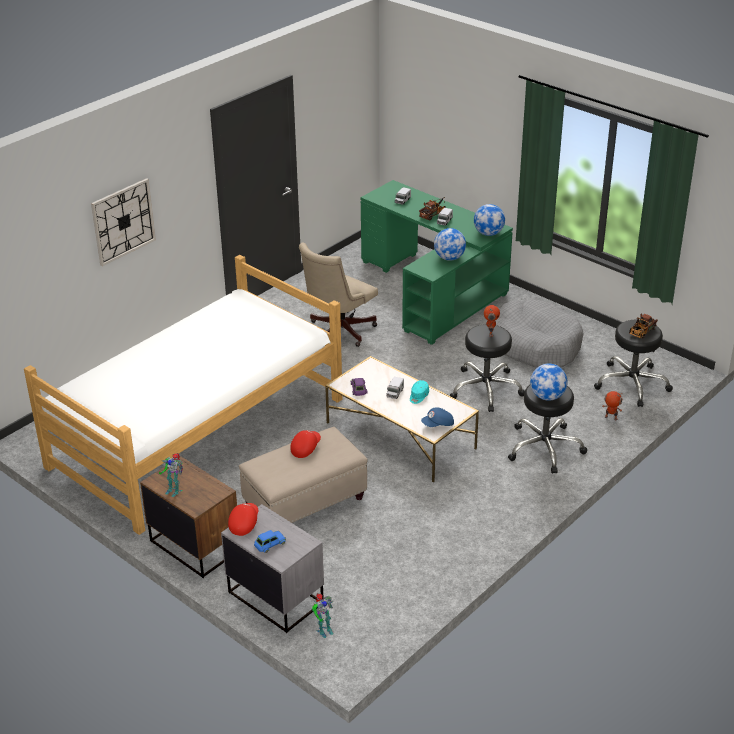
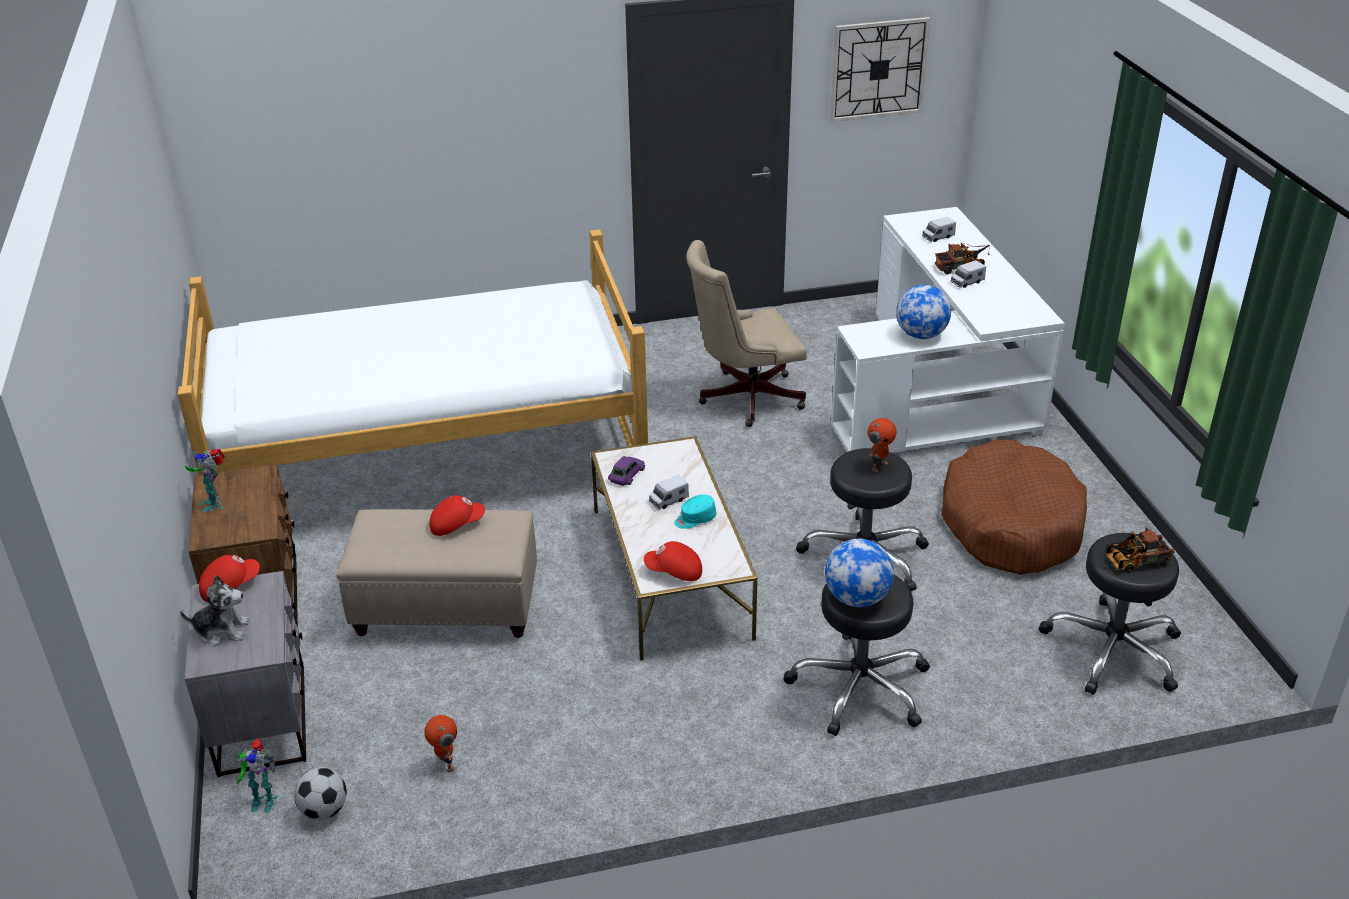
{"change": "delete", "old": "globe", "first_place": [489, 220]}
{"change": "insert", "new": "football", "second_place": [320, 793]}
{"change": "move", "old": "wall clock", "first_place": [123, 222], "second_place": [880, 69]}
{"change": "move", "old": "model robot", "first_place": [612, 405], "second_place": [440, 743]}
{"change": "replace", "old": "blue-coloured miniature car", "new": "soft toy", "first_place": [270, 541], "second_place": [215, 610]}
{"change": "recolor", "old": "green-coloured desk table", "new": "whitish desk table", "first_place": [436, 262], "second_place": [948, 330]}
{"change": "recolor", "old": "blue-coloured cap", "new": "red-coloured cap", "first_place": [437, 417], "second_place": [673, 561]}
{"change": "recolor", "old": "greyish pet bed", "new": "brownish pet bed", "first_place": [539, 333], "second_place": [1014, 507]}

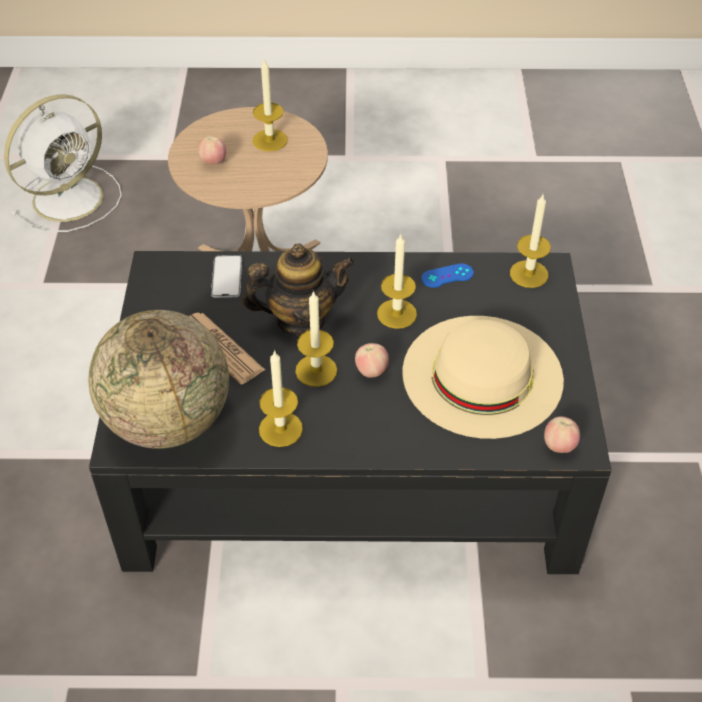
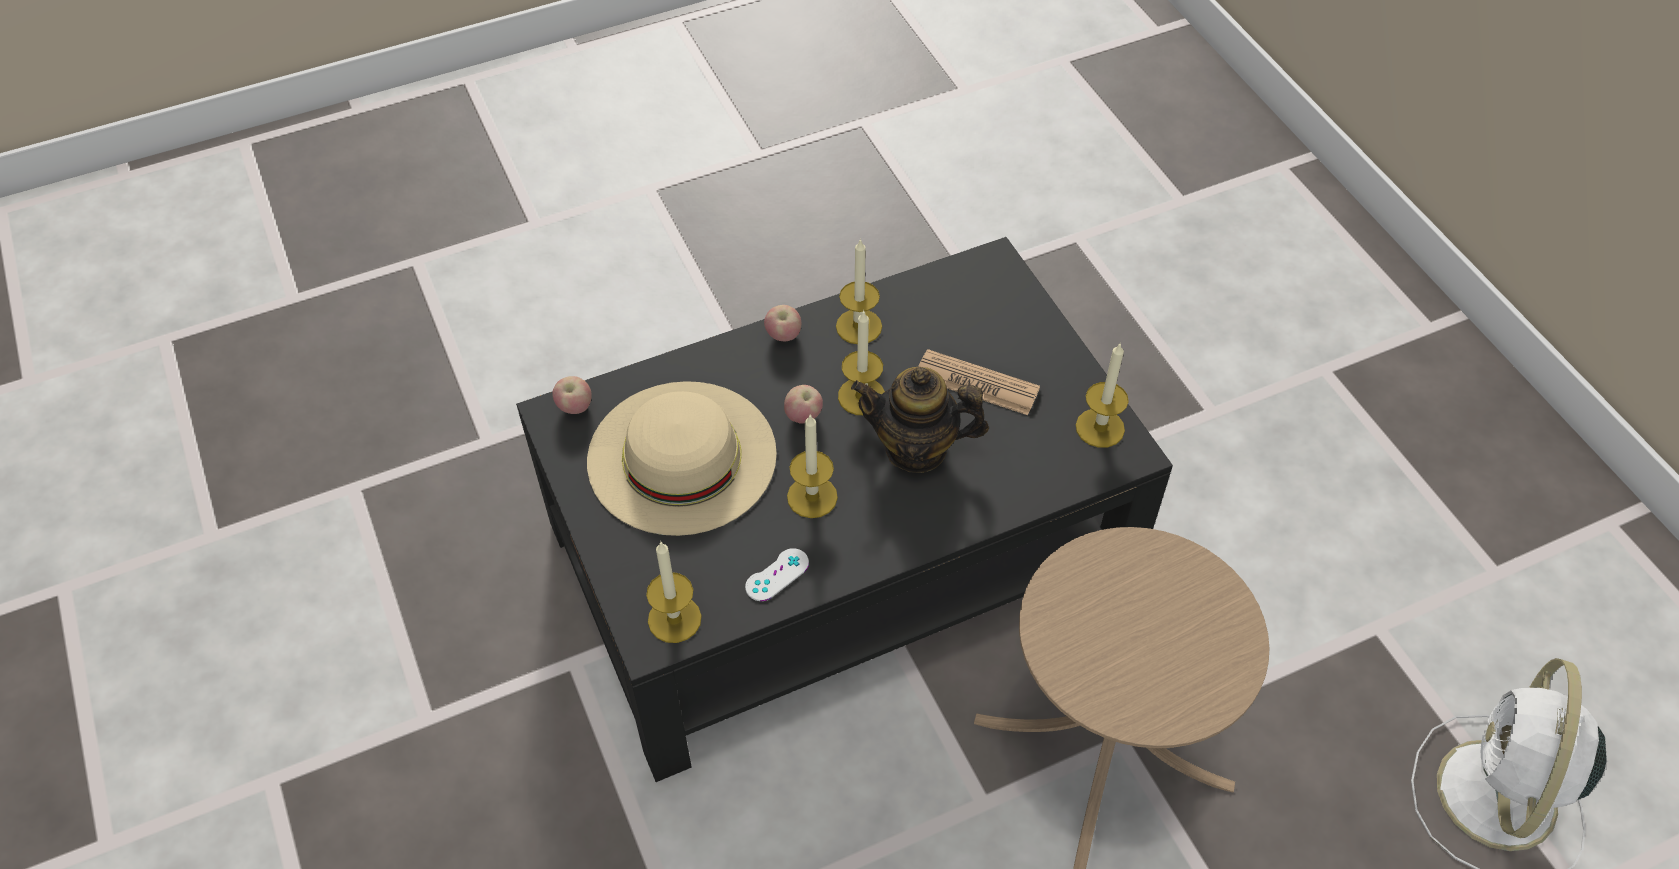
{"change": "delete", "old": "globe", "first_place": [159, 379]}
{"change": "delete", "old": "telephone", "first_place": [226, 276]}
{"change": "move", "old": "whole apple", "first_place": [212, 150], "second_place": [782, 323]}
{"change": "move", "old": "wax light", "first_place": [270, 104], "second_place": [1102, 395]}
{"change": "recolor", "old": "blue-coloured game controller", "new": "whitish game controller", "first_place": [447, 275], "second_place": [777, 574]}
{"change": "rotate", "old": "pot for tea", "first_place": [299, 290], "second_place": [920, 420], "degrees": 45}

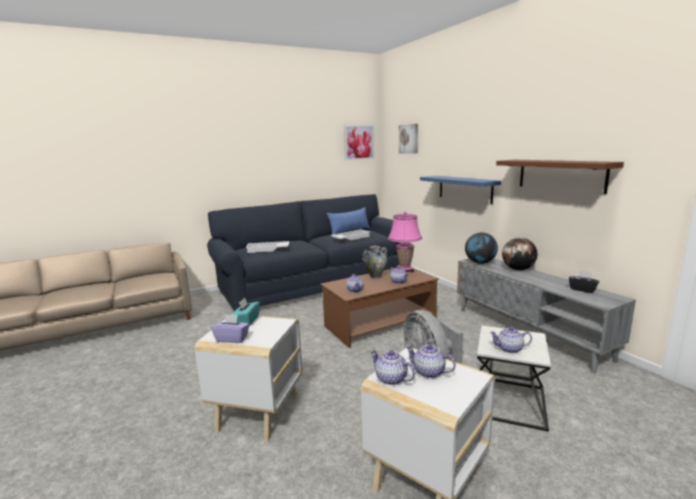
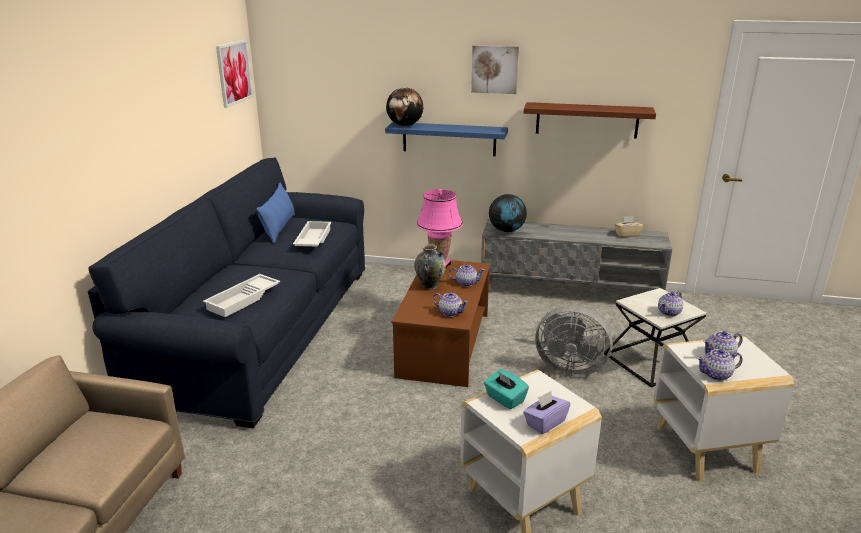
{"change": "move", "old": "wall picture", "first_place": [408, 139], "second_place": [495, 69]}
{"change": "move", "old": "globe", "first_place": [519, 253], "second_place": [404, 106]}
{"change": "recolor", "old": "black tissue holder", "new": "beige tissue holder", "first_place": [584, 281], "second_place": [628, 226]}

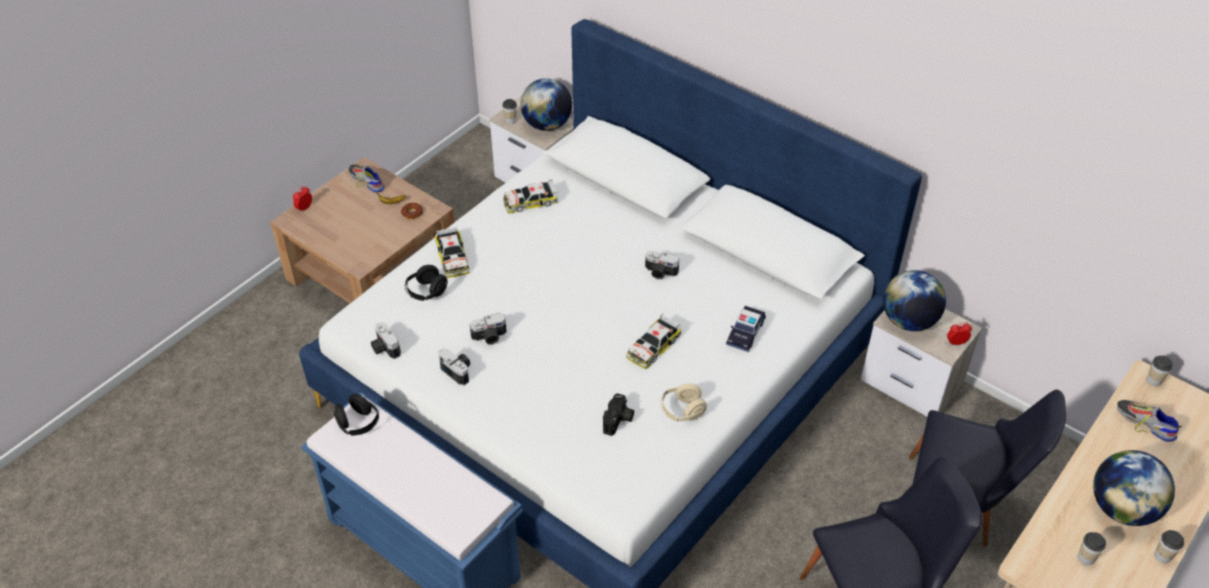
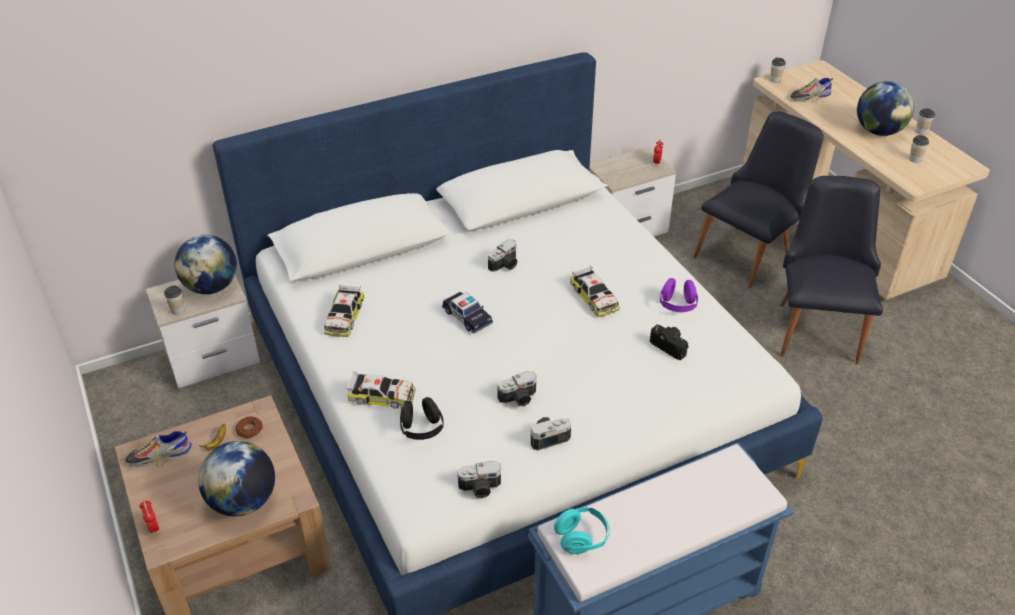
{"change": "move", "old": "miniature car", "first_place": [746, 329], "second_place": [467, 313]}
{"change": "move", "old": "globe", "first_place": [914, 300], "second_place": [236, 478]}
{"change": "recolor", "old": "black headset", "new": "turquoise-coloured headset", "first_place": [356, 415], "second_place": [582, 530]}
{"change": "recolor", "old": "beige headset", "new": "purple-coloured headset", "first_place": [683, 402], "second_place": [679, 295]}
{"change": "rotate", "old": "still camera", "first_place": [488, 329], "second_place": [517, 388], "degrees": 60}

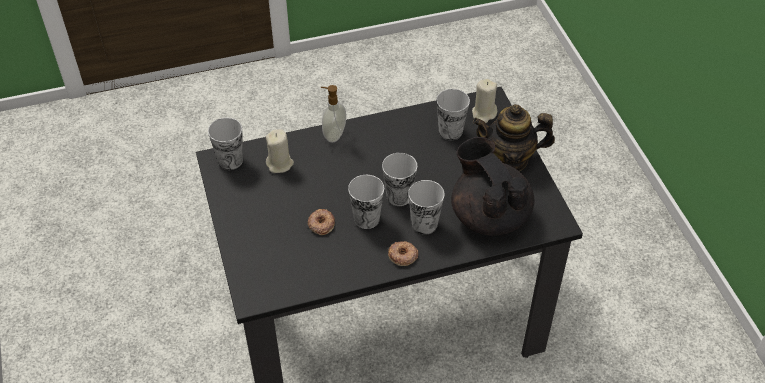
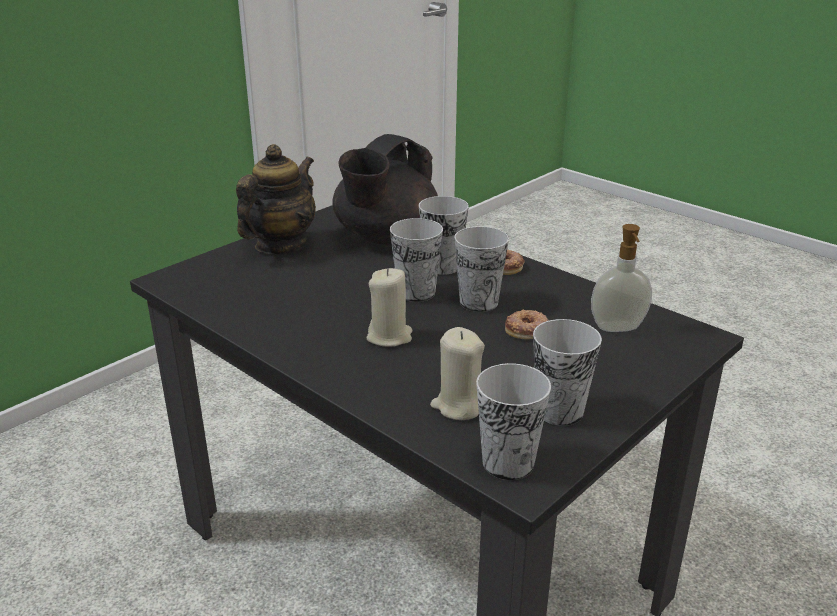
{"change": "move", "old": "soap bottle", "first_place": [333, 113], "second_place": [621, 278]}
{"change": "move", "old": "small cup", "first_place": [453, 114], "second_place": [567, 372]}
{"change": "move", "old": "beige wax light", "first_place": [484, 101], "second_place": [389, 307]}
{"change": "rotate", "old": "pot for tea", "first_place": [514, 137], "second_place": [276, 199], "degrees": -120}

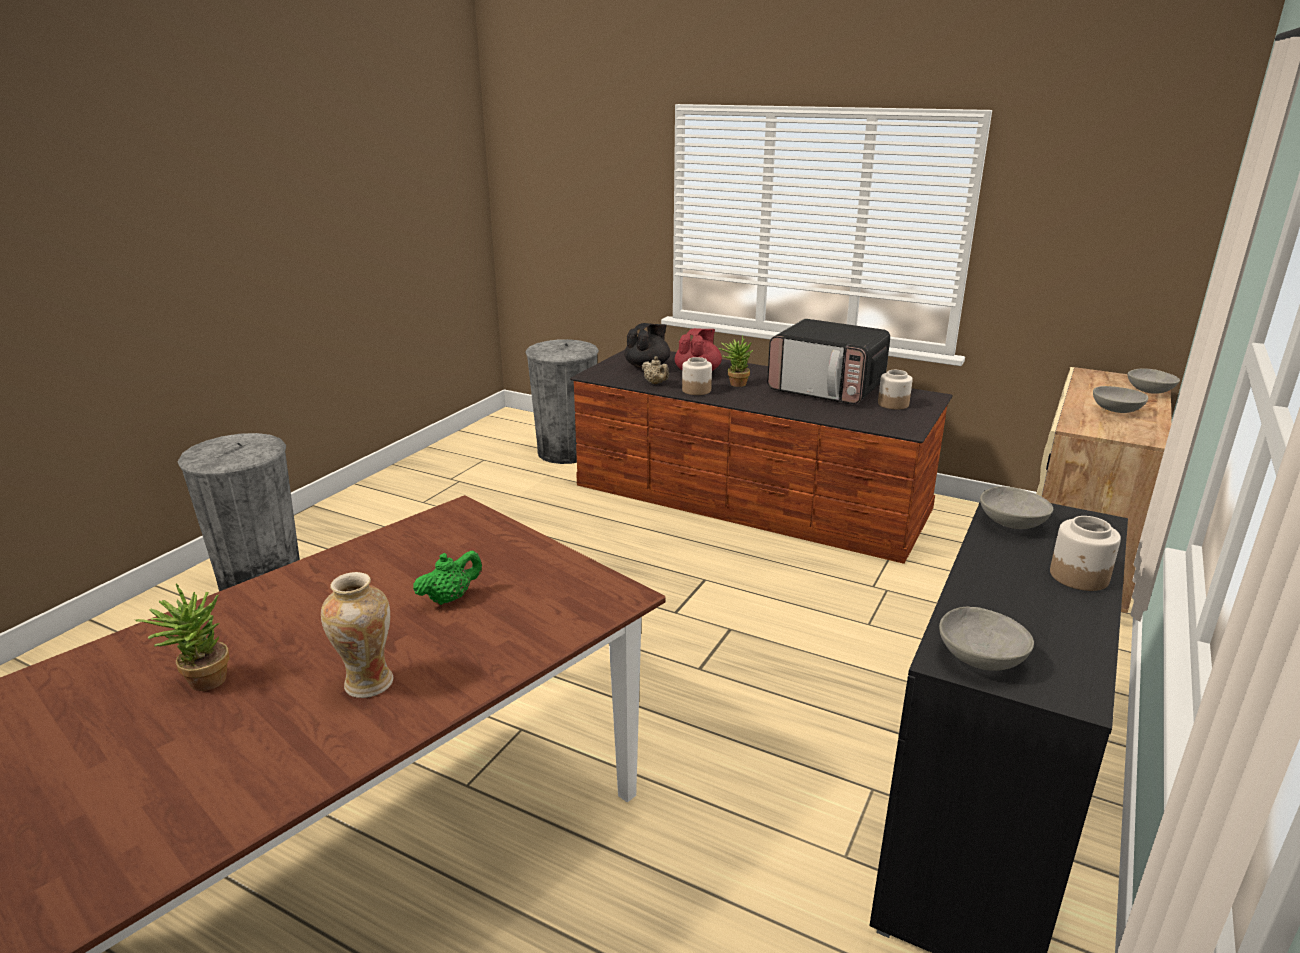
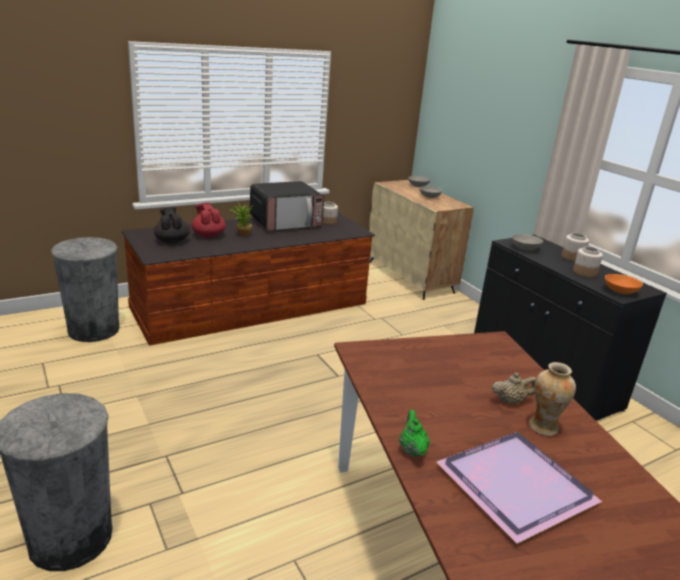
{"change": "move", "old": "green-coloured pot for tea", "first_place": [447, 577], "second_place": [414, 433]}
{"change": "move", "old": "beige pot for tea", "first_place": [655, 370], "second_place": [514, 388]}
{"change": "move", "old": "preserve jar", "first_place": [697, 376], "second_place": [588, 261]}
{"change": "replace", "old": "plant in a pot", "new": "purple-coloured tray", "first_place": [182, 637], "second_place": [519, 488]}
{"change": "recolor", "old": "greyish bowl", "new": "orange-coloured bowl", "first_place": [986, 639], "second_place": [624, 284]}

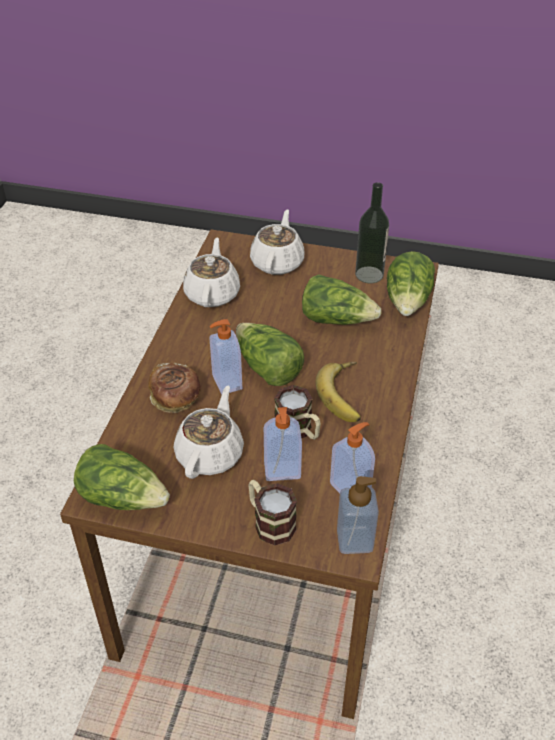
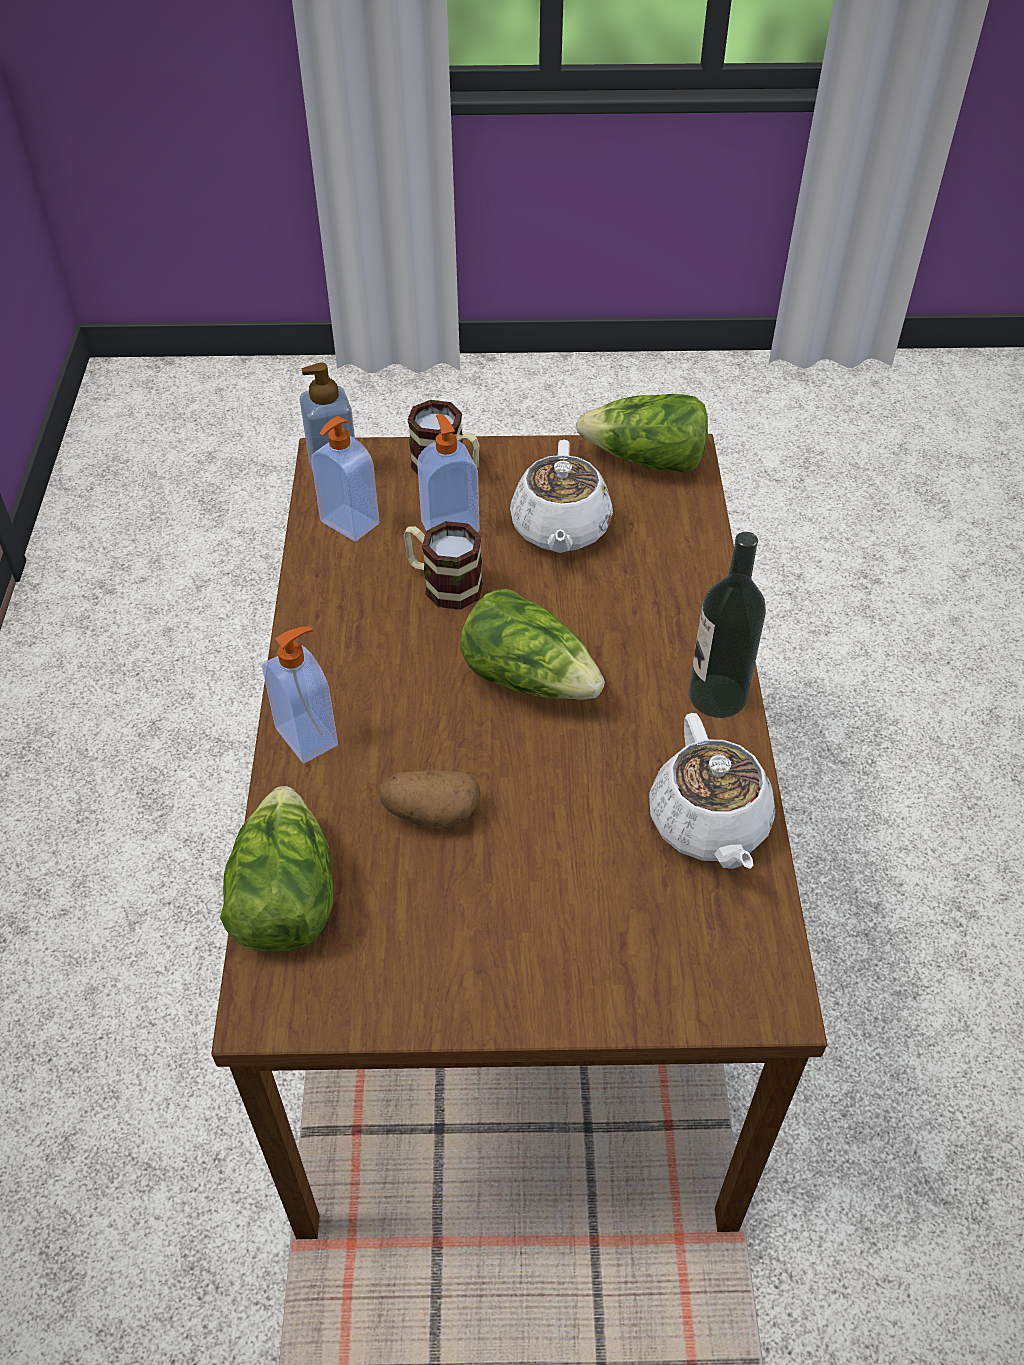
{"change": "delete", "old": "bakery bread", "first_place": [174, 388]}
{"change": "delete", "old": "whitish pot for tea", "first_place": [277, 242]}
{"change": "delete", "old": "whole banana", "first_place": [338, 392]}
{"change": "move", "old": "soap bottle", "first_place": [226, 356], "second_place": [300, 694]}
{"change": "move", "old": "beverage bottle", "first_place": [372, 232], "second_place": [727, 625]}
{"change": "replace", "old": "lettuce", "new": "spud", "first_place": [342, 299], "second_place": [430, 799]}

